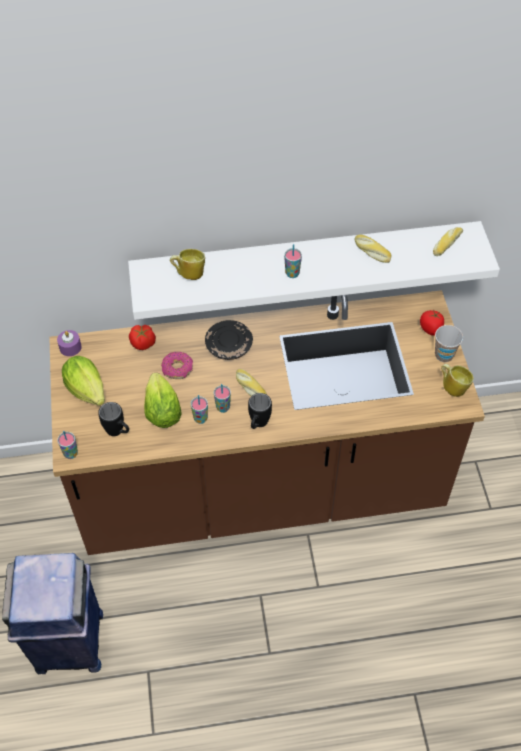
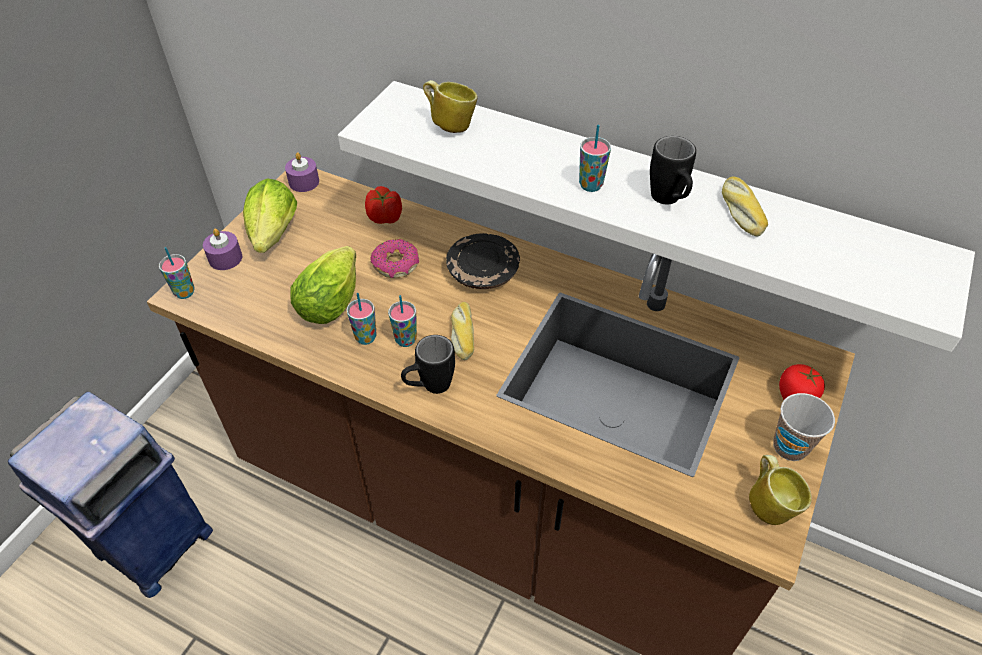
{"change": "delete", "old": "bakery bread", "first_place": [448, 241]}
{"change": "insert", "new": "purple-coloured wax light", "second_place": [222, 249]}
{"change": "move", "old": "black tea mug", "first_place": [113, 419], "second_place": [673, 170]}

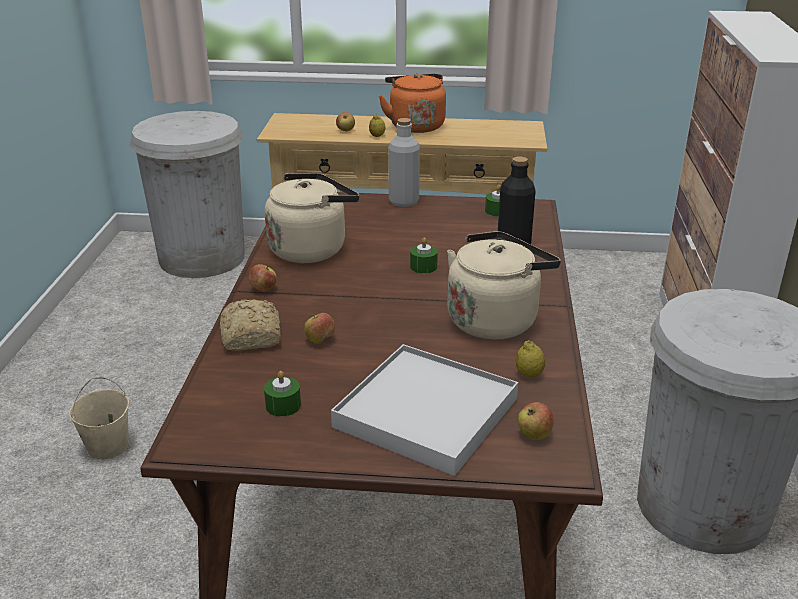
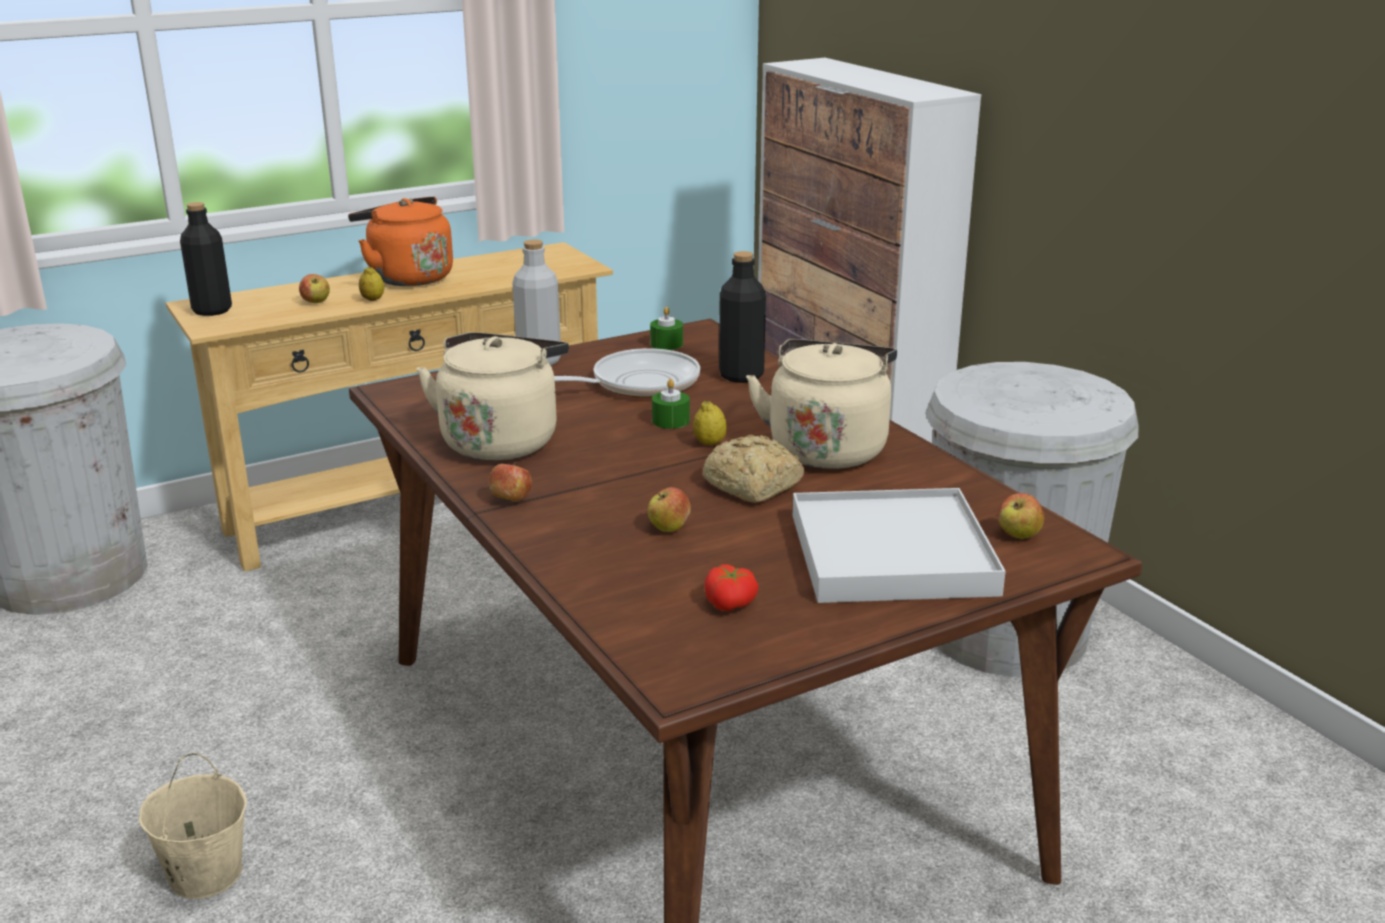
{"change": "insert", "new": "black beverage bottle", "second_place": [206, 259]}
{"change": "insert", "new": "pan", "second_place": [627, 373]}
{"change": "move", "old": "bakery bread", "first_place": [250, 325], "second_place": [753, 469]}
{"change": "move", "old": "lemon", "first_place": [530, 358], "second_place": [710, 423]}
{"change": "replace", "old": "green-coloured wax light", "new": "tomato", "first_place": [282, 394], "second_place": [731, 587]}

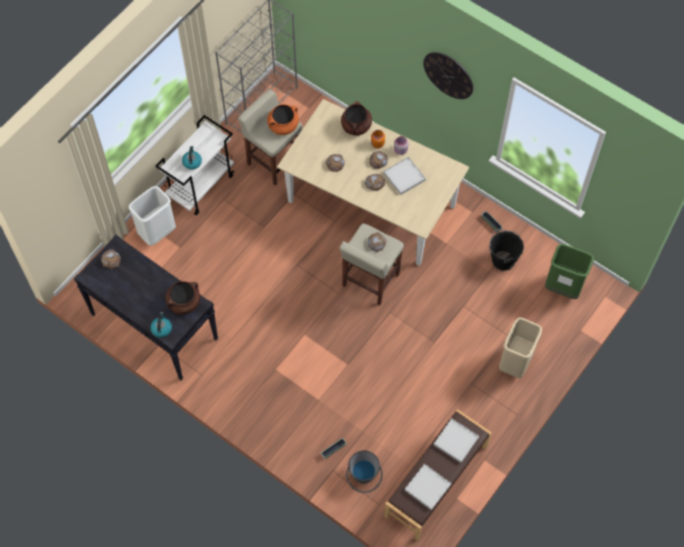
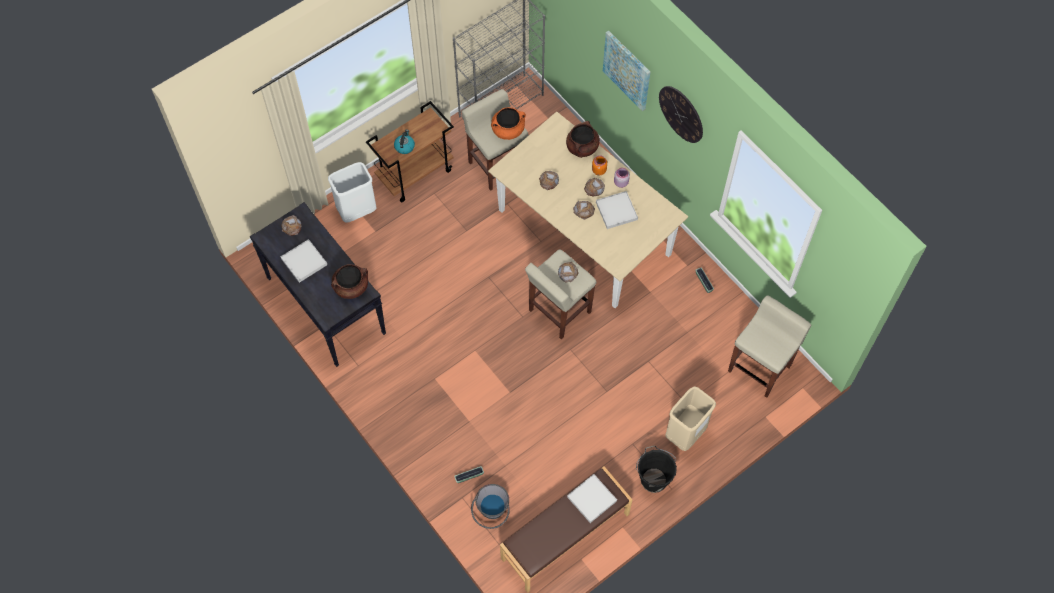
{"change": "delete", "old": "kettle", "first_place": [161, 325]}
{"change": "insert", "new": "wall picture", "second_place": [626, 71]}
{"change": "move", "old": "whitish tray", "first_place": [428, 487], "second_place": [304, 261]}
{"change": "move", "old": "black water bucket", "first_place": [506, 250], "second_place": [656, 469]}
{"change": "replace", "old": "green-coloured trash can", "new": "beige sitting stool", "first_place": [569, 271], "second_place": [769, 346]}
{"change": "recolor", "old": "whitish wheeled cart", "new": "brownish wheeled cart", "first_place": [194, 165], "second_place": [410, 152]}

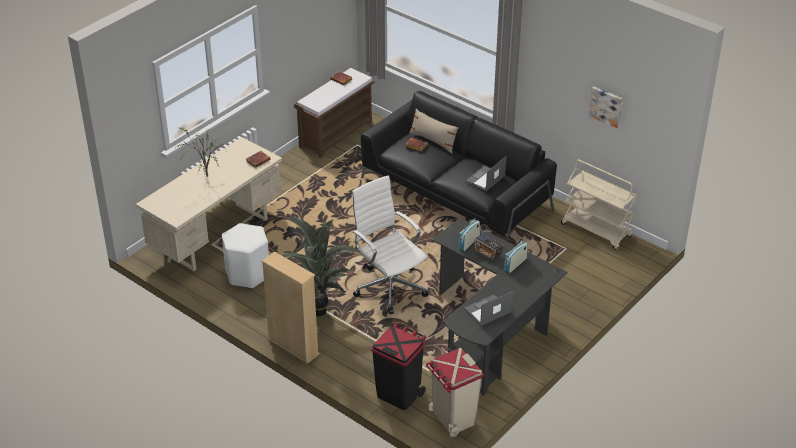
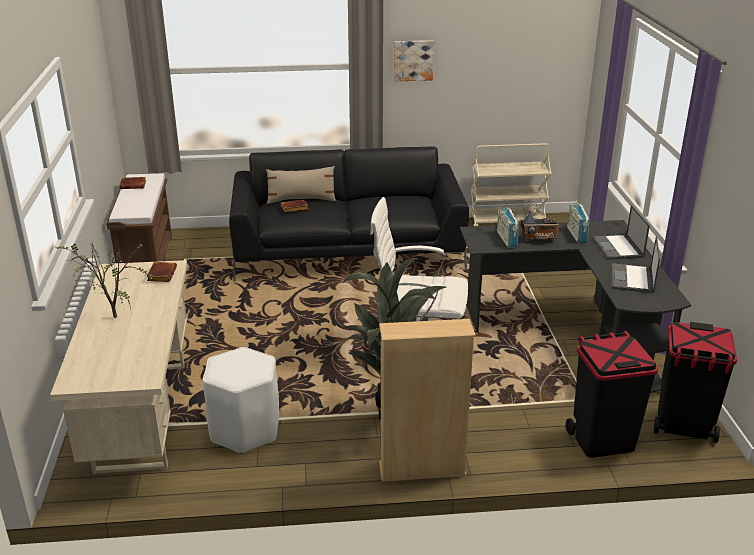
{"change": "move", "old": "notebook computer", "first_place": [485, 174], "second_place": [621, 232]}
{"change": "move", "old": "wall picture", "first_place": [606, 107], "second_place": [414, 60]}
{"change": "recolor", "old": "beige trash can", "new": "black trash can", "first_place": [454, 392], "second_place": [695, 382]}

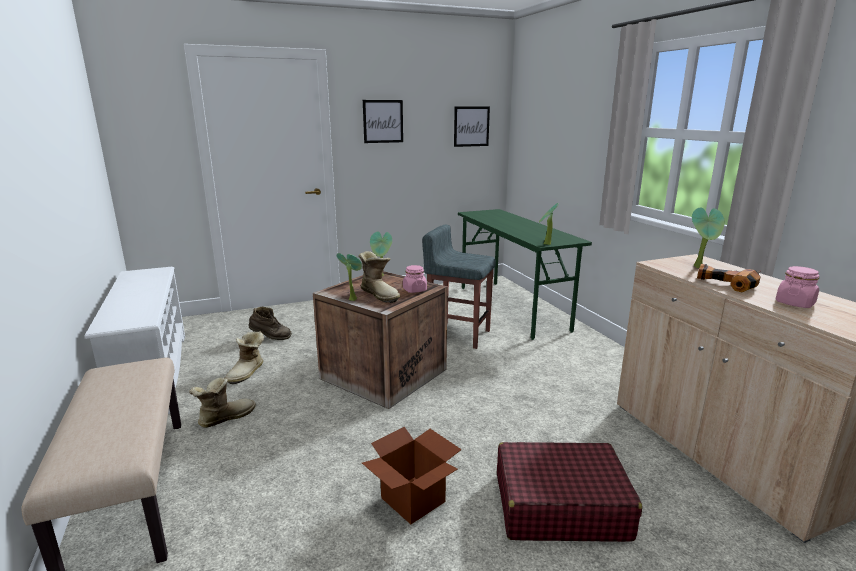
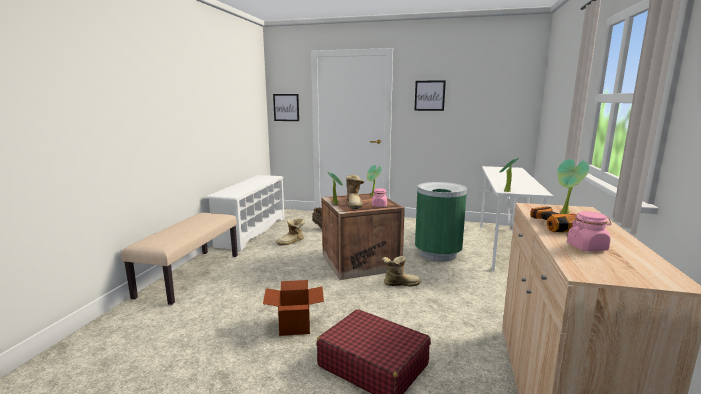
{"change": "move", "old": "tall boot", "first_place": [222, 403], "second_place": [401, 271]}
{"change": "move", "old": "wall picture", "first_place": [472, 127], "second_place": [286, 107]}
{"change": "replace", "old": "greyish sitting stool", "new": "green-coloured trash can", "first_place": [459, 286], "second_place": [441, 222]}
{"change": "recolor", "old": "green-coloured desk table", "new": "whitish desk table", "first_place": [525, 274], "second_place": [516, 218]}

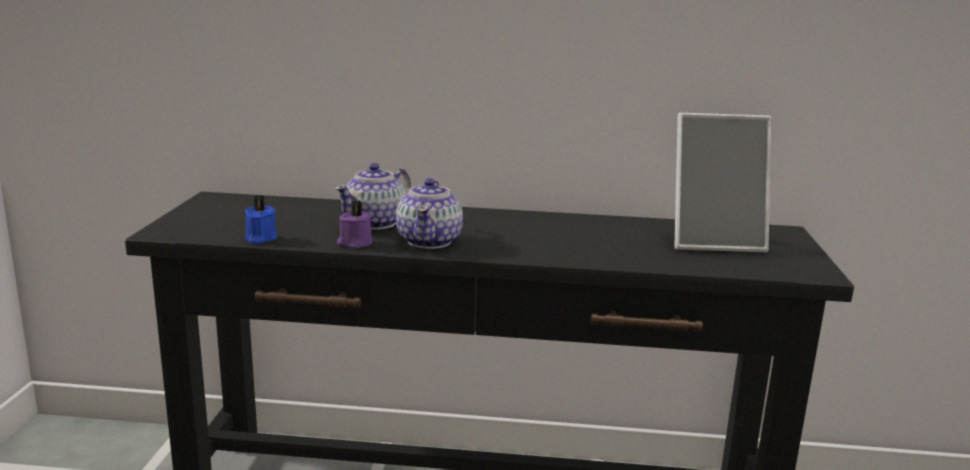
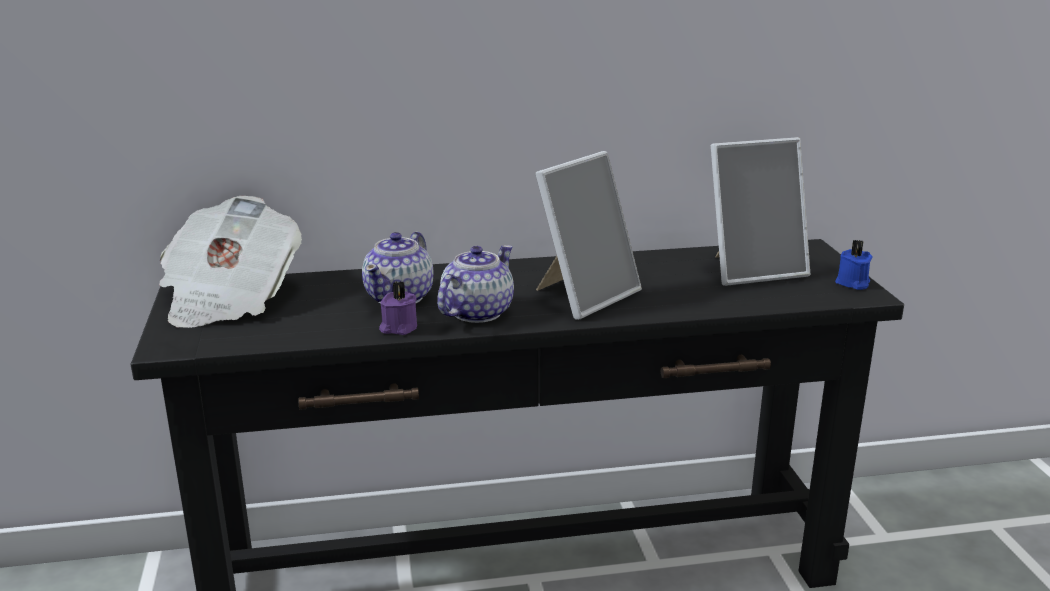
{"change": "insert", "new": "newspaper", "second_place": [230, 262]}
{"change": "insert", "new": "standing frame", "second_place": [588, 235]}
{"change": "move", "old": "blue-coloured wax light", "first_place": [261, 219], "second_place": [854, 265]}
{"change": "rotate", "old": "pot for tea", "first_place": [429, 213], "second_place": [475, 284], "degrees": -135}

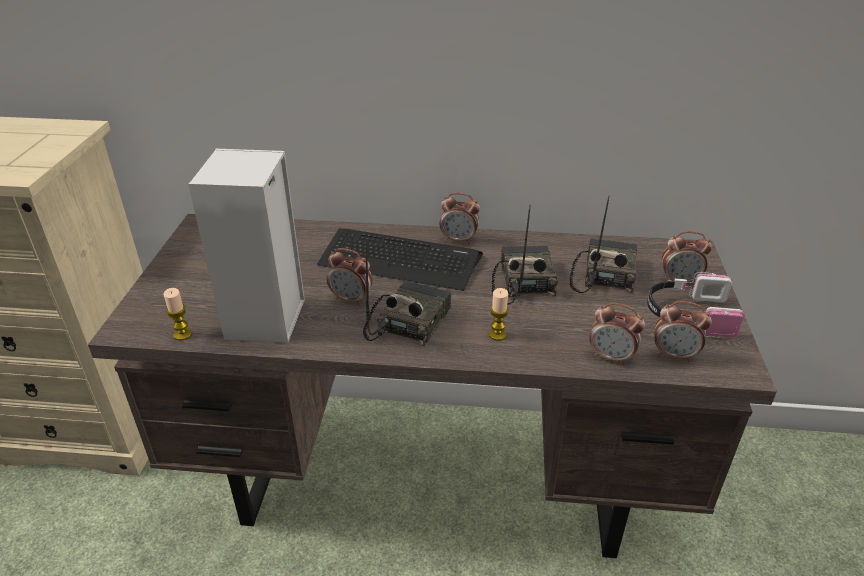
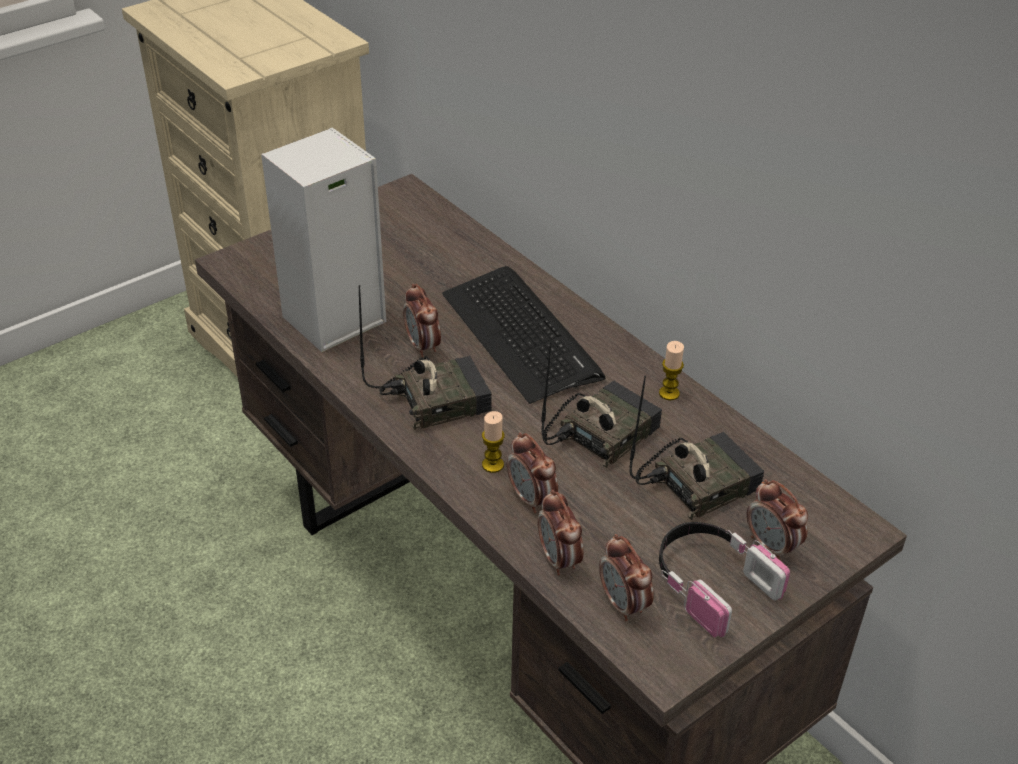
{"change": "move", "old": "wax light", "first_place": [178, 314], "second_place": [671, 370]}
{"change": "move", "old": "bedside clock", "first_place": [460, 218], "second_place": [532, 472]}

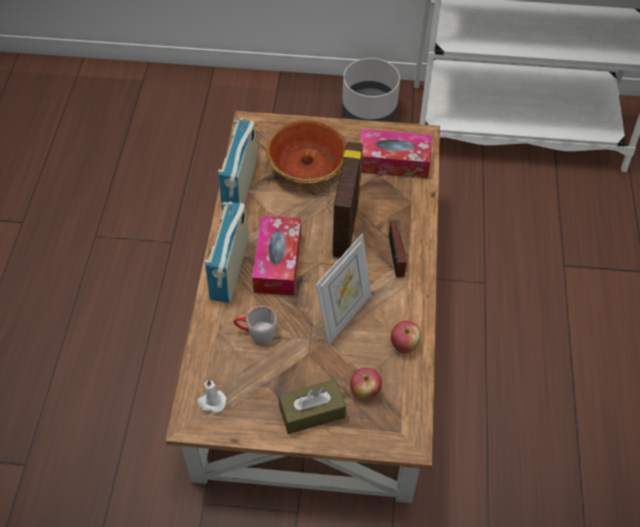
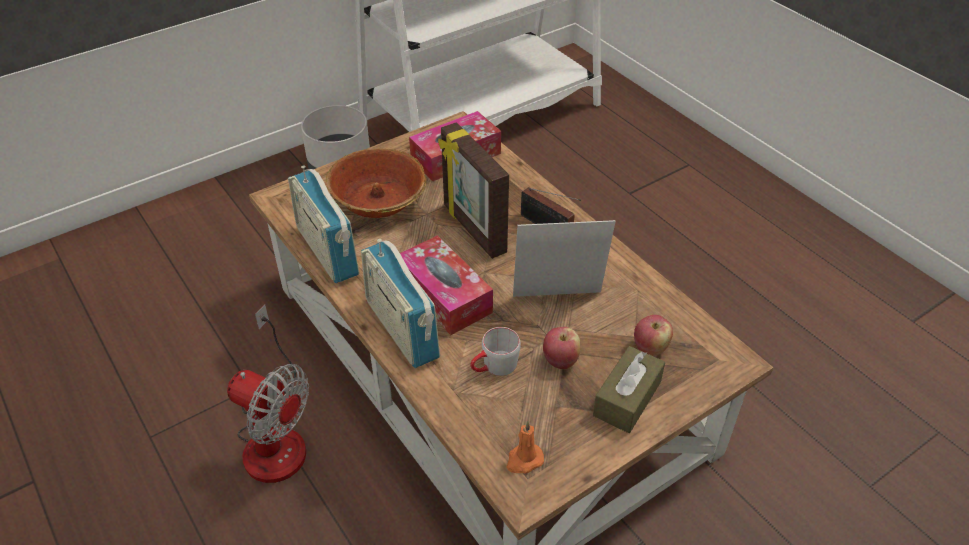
{"change": "insert", "new": "fan", "second_place": [268, 393]}
{"change": "move", "old": "whole apple", "first_place": [406, 337], "second_place": [561, 348]}
{"change": "recolor", "old": "whitish wax light", "new": "orange-coloured wax light", "first_place": [212, 396], "second_place": [525, 447]}
{"change": "rotate", "old": "standing frame", "first_place": [343, 290], "second_place": [564, 258], "degrees": -90}

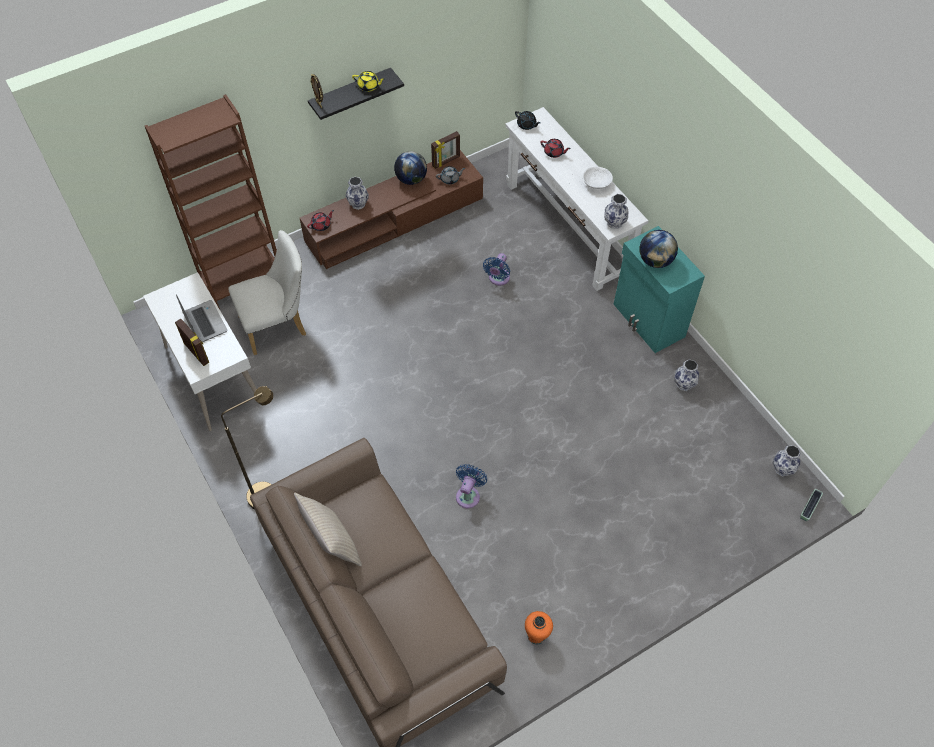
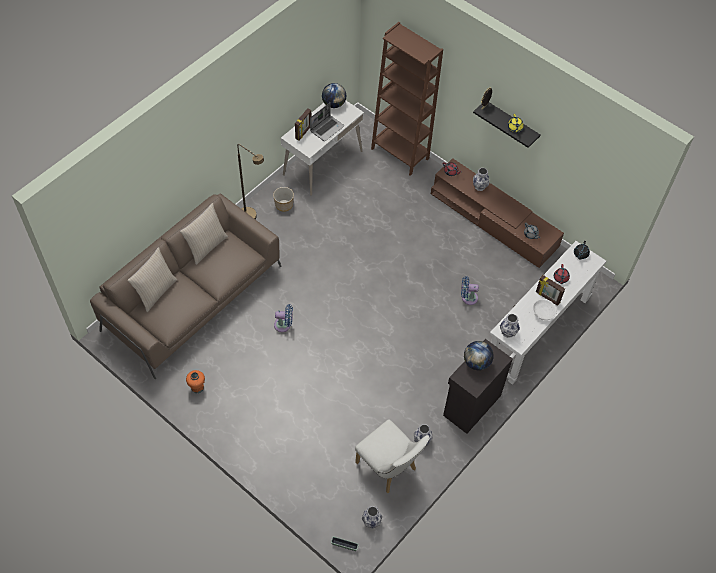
{"change": "insert", "new": "beige pillow", "second_place": [152, 279]}
{"change": "insert", "new": "flower pot", "second_place": [283, 199]}
{"change": "move", "old": "whitish chair", "first_place": [267, 292], "second_place": [392, 456]}
{"change": "move", "old": "globe", "first_place": [410, 168], "second_place": [334, 95]}
{"change": "move", "old": "standing frame", "first_place": [445, 150], "second_place": [550, 290]}
{"change": "recolor", "old": "turquoise-coloured storage cabinet", "new": "black storage cabinet", "first_place": [659, 289], "second_place": [478, 386]}

